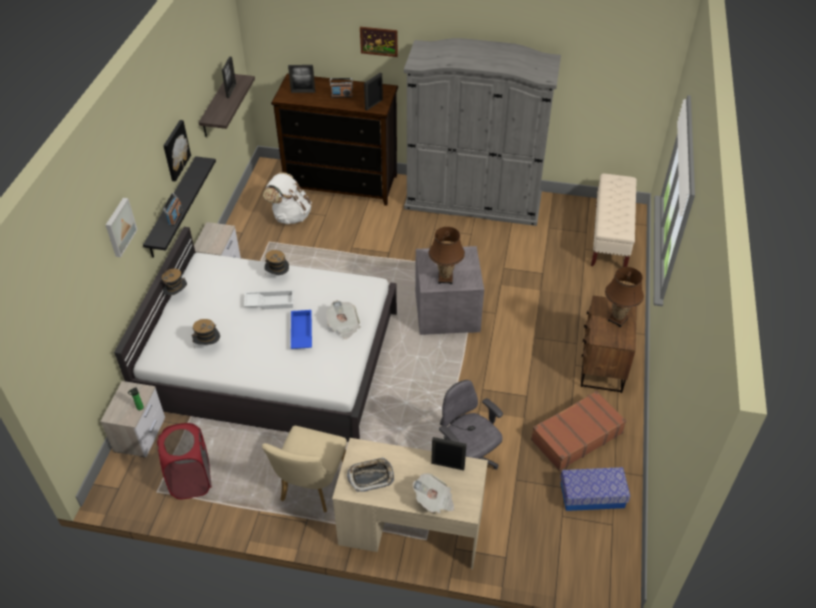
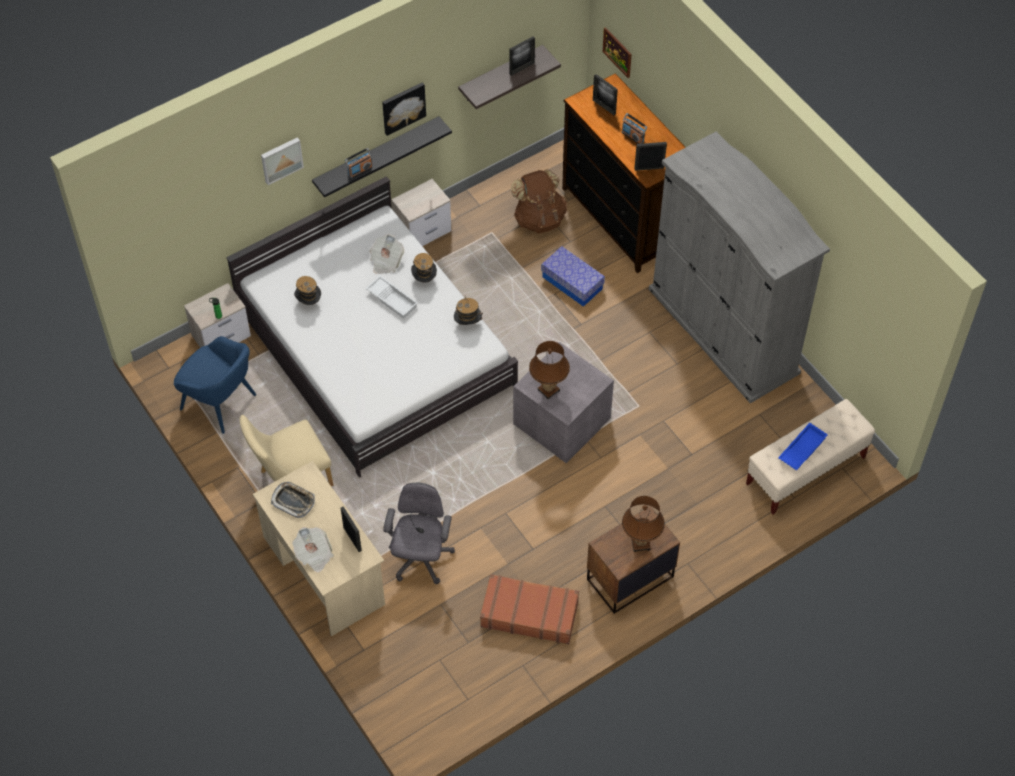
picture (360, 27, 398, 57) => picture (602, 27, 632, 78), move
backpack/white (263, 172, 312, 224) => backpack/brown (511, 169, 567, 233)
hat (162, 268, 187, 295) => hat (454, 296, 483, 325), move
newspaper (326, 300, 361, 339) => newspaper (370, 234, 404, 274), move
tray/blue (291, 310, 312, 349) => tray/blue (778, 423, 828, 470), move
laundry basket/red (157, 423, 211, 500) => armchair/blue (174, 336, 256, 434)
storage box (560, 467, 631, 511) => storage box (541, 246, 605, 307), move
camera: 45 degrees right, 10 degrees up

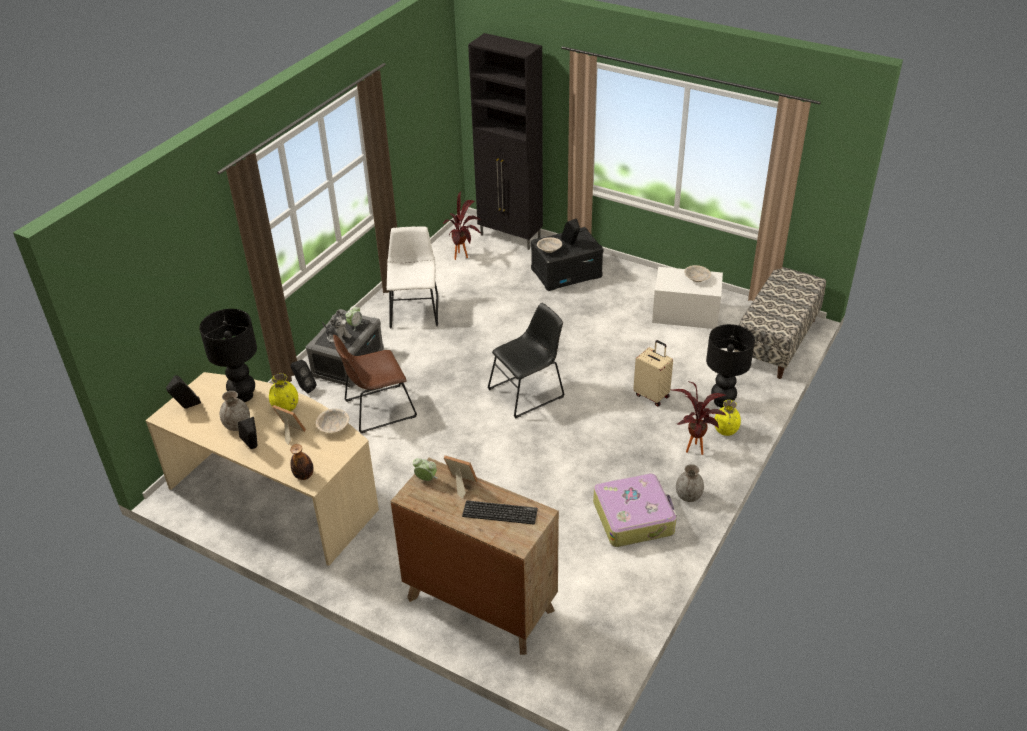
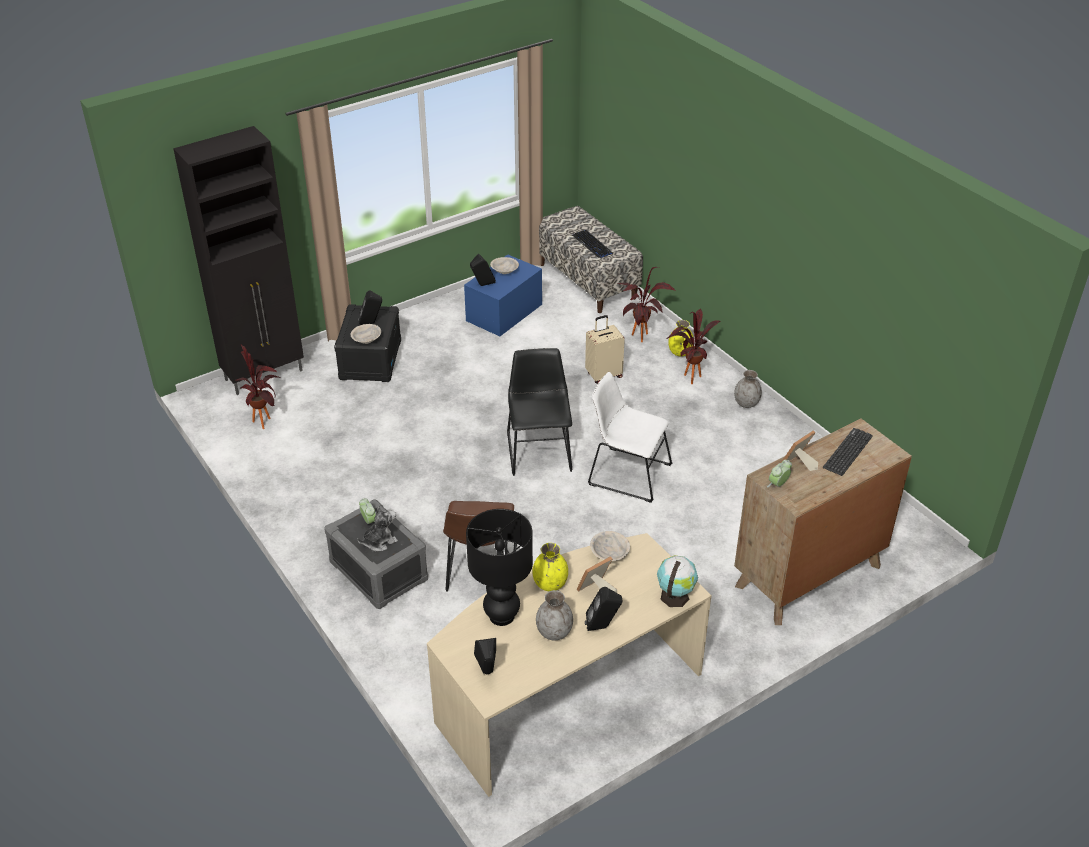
chair/white (387, 226, 438, 329) => chair/white (588, 372, 672, 503), move
storage box/white (652, 267, 723, 329) => storage box/blue (464, 255, 542, 336)
table lamp/black (706, 324, 755, 408) => potted plant (618, 267, 676, 342)
speaker/black (290, 360, 317, 394) => speaker/black (470, 254, 496, 286), move
bottle (290, 444, 314, 480) => globe (657, 556, 698, 607)
suitcase (593, 473, 677, 547) => nothing
nothing => keyboard (572, 230, 613, 258)
camera: 65 degrees left, 0 degrees up

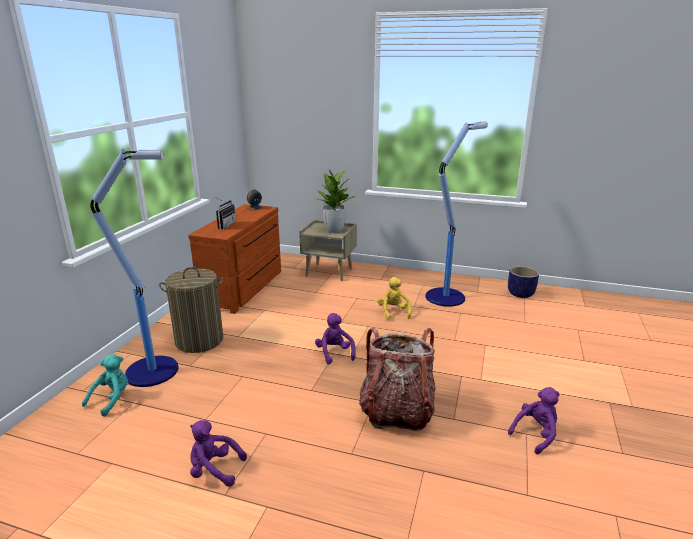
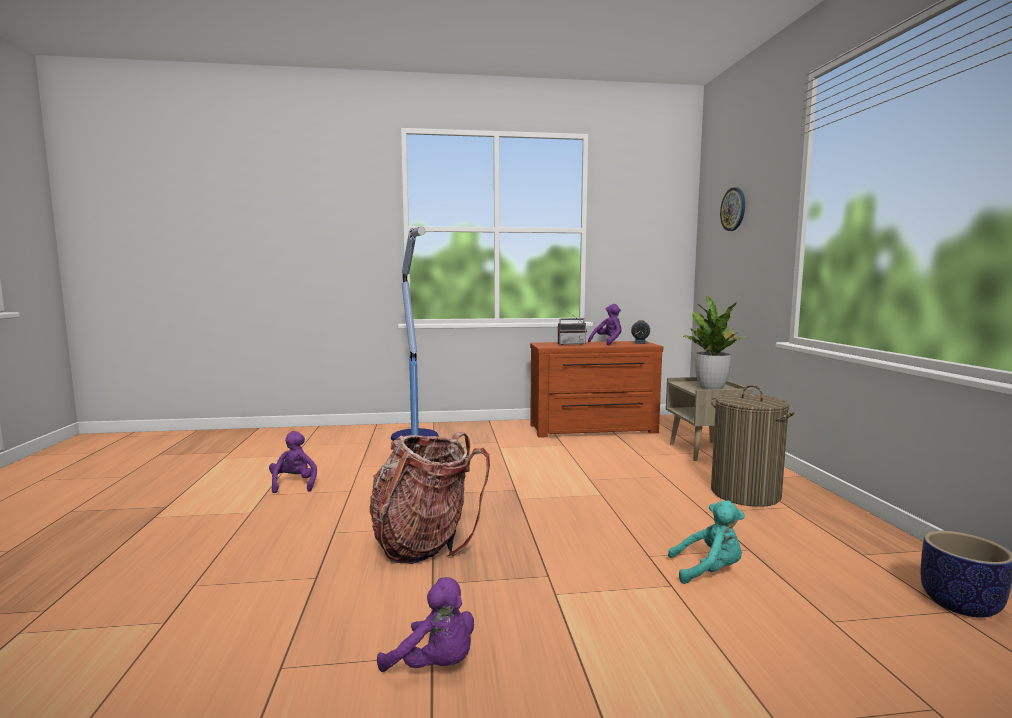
floor lamp (426, 121, 488, 307) => nothing
laundry basket (159, 267, 223, 353) => laundry basket (711, 385, 794, 507), move
plush toy/yellow (377, 277, 412, 320) => nothing
plush toy/purple (315, 313, 356, 364) => plush toy/purple (588, 304, 622, 346), move
plush toy/turquoise (82, 354, 128, 417) => plush toy/turquoise (668, 500, 745, 584), move
nothing => wall clock (720, 187, 745, 231)
camera: 65 degrees right, 15 degrees down

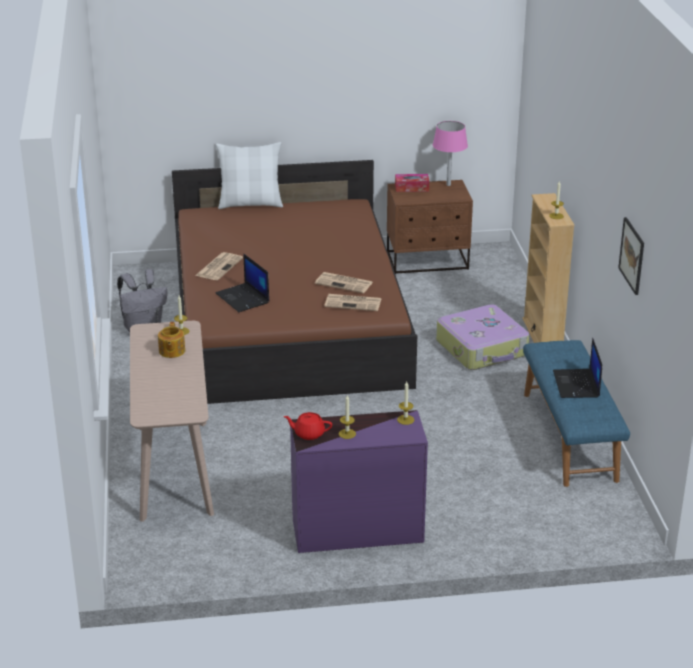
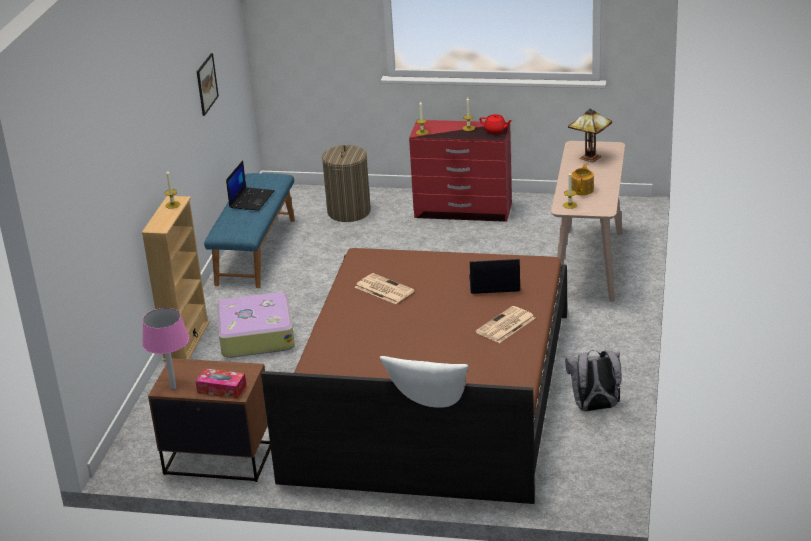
laptop (216, 253, 269, 312) => laptop (469, 259, 520, 294), 75 degrees counterclockwise
newspaper (324, 294, 381, 311) => nothing
dresser/purple (290, 410, 428, 553) => dresser/red (409, 120, 512, 222)
nothing => table lamp (568, 108, 612, 163)
nothing => laundry basket (322, 145, 371, 222)
camera: 160 degrees left, 0 degrees up

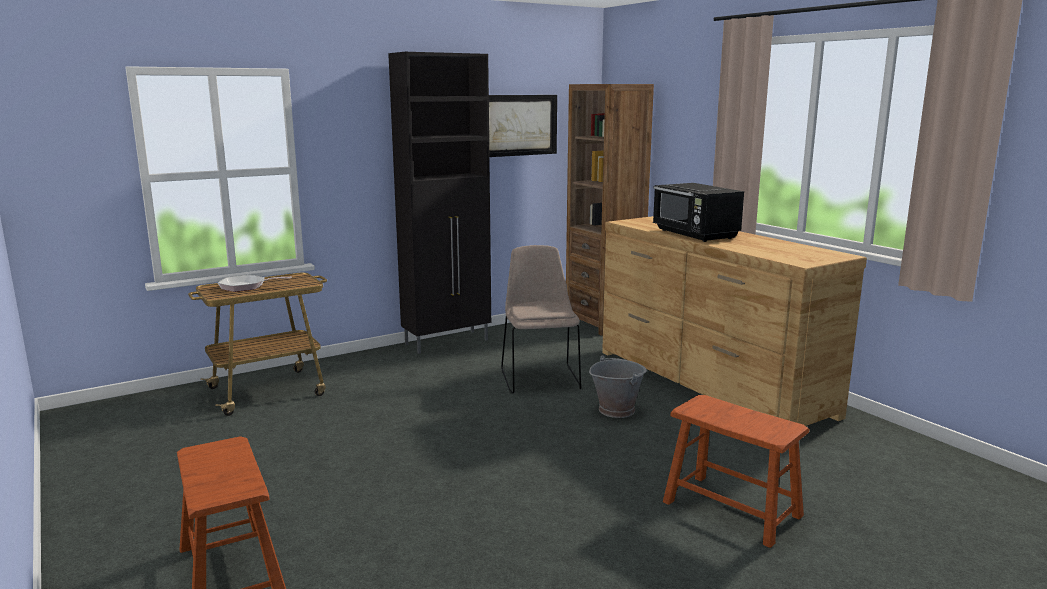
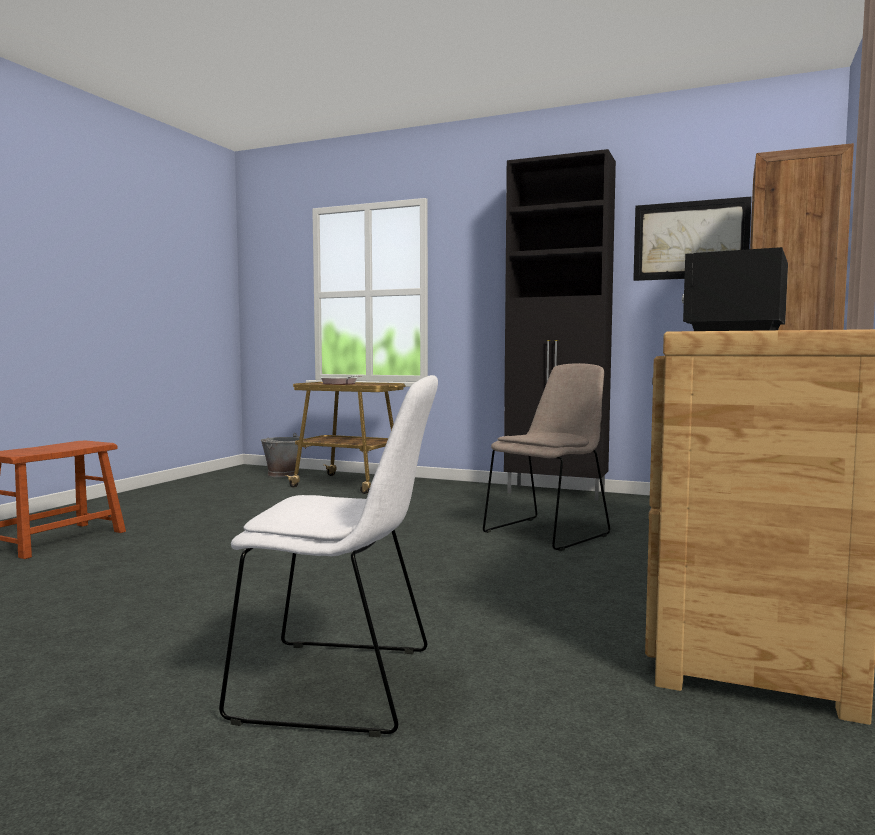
bucket/grey (589, 355, 647, 418) => bucket/grey (261, 433, 304, 477), move
stool/brown (663, 395, 810, 548) => chair/white (219, 375, 438, 737)
camera: 55 degrees right, 10 degrees down

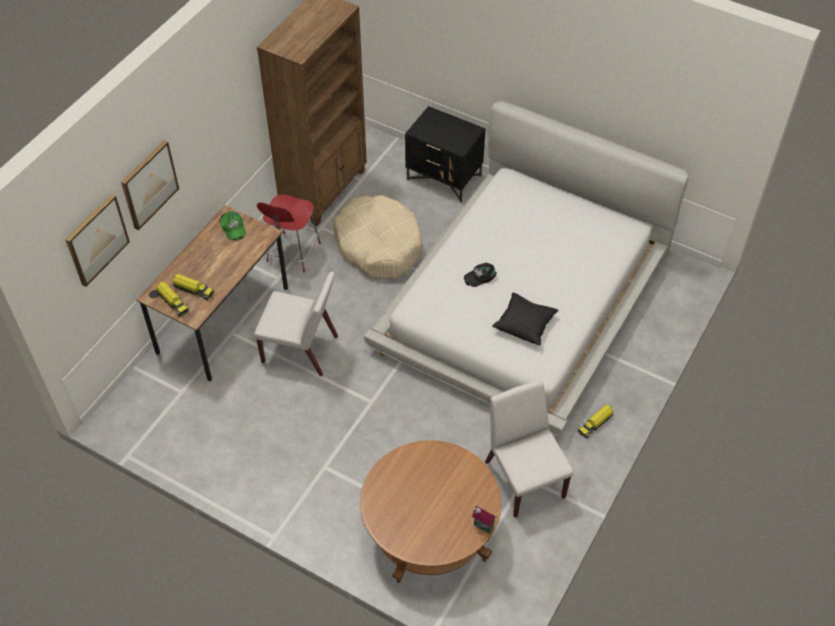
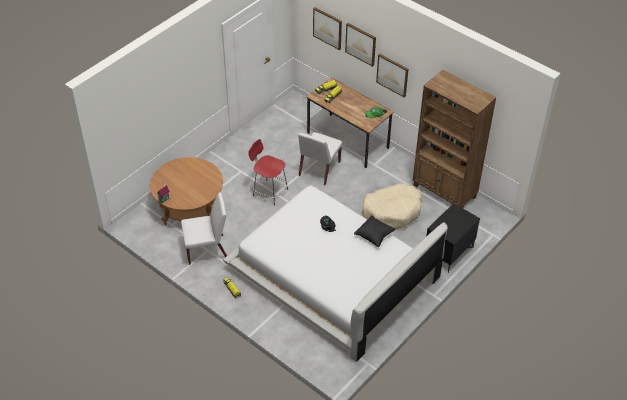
chair/red (257, 194, 321, 273) => chair/red (248, 139, 288, 206), move
pillow/black (492, 292, 559, 345) => pillow/black (354, 215, 396, 247), move
nothing => picture (376, 54, 409, 97)
camera: 100 degrees right, 5 degrees down

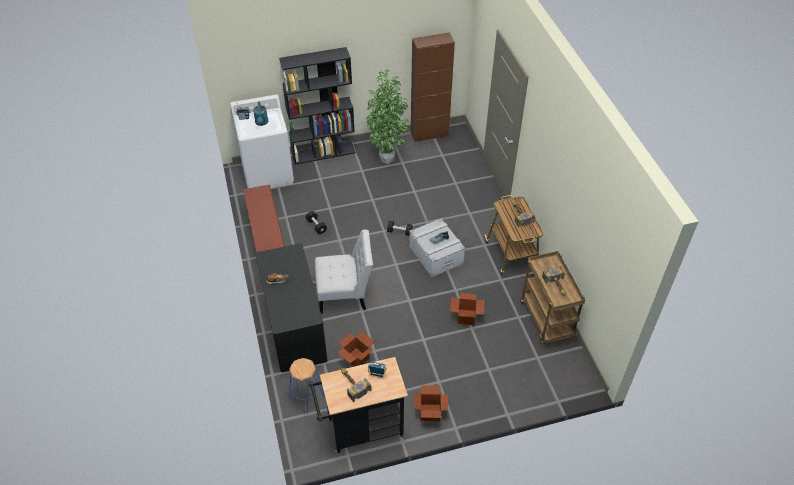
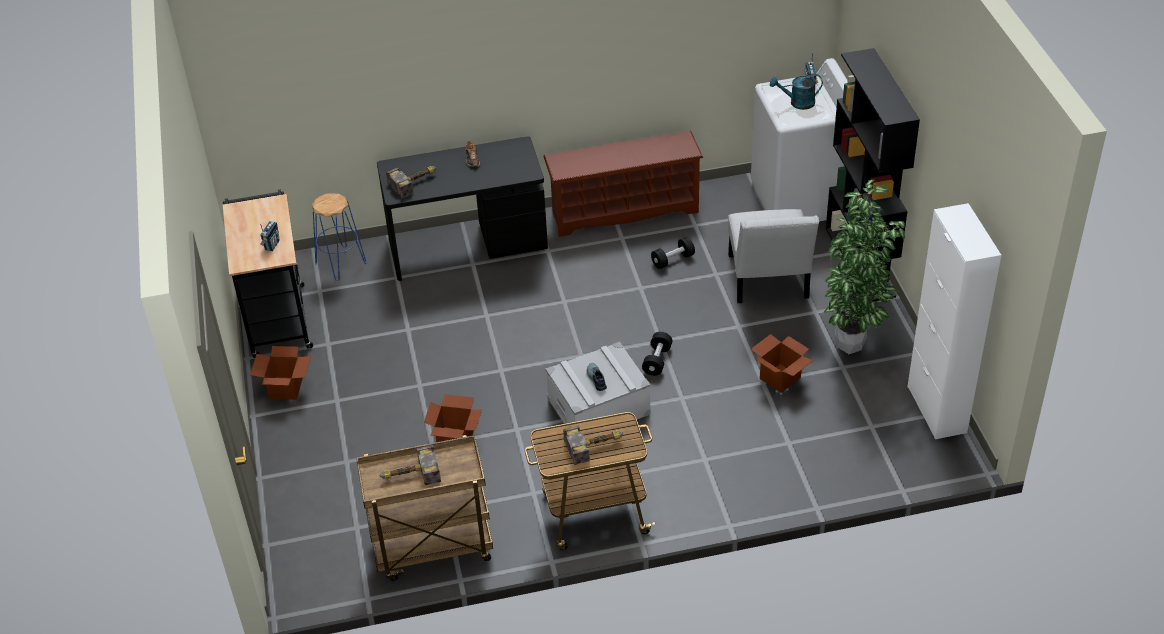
cabinet/brown (411, 32, 455, 142) => cabinet/white (907, 203, 1001, 439)
chair/white (315, 230, 373, 314) => chair/white (728, 209, 819, 303), move
cardboard box (337, 331, 375, 366) => cardboard box (751, 334, 813, 393), move
hammer (341, 368, 372, 402) => hammer (386, 166, 436, 198), move
camera: 95 degrees right, 5 degrees down

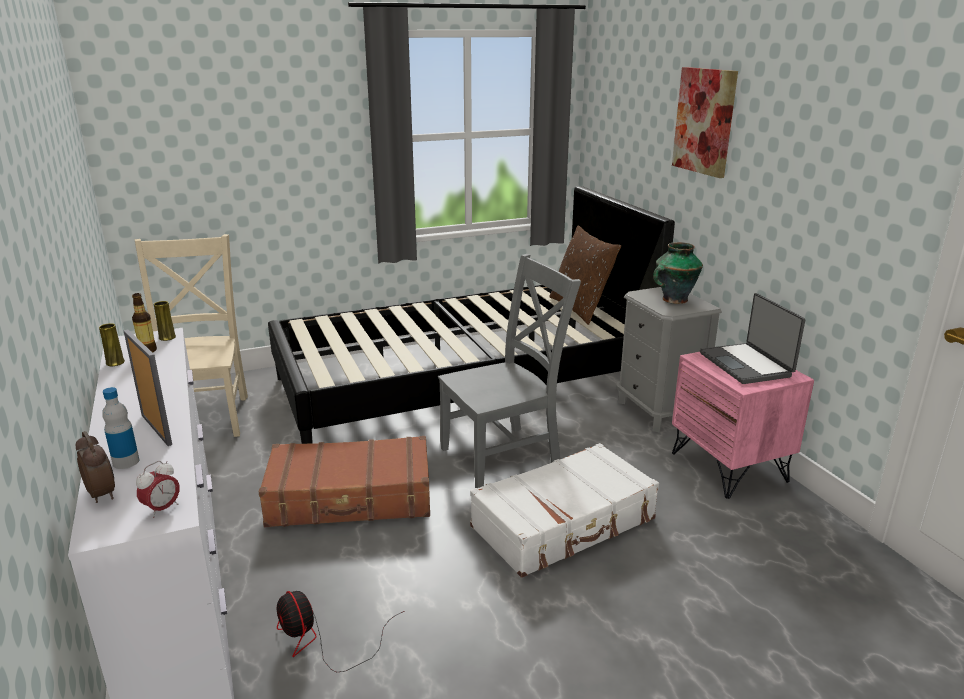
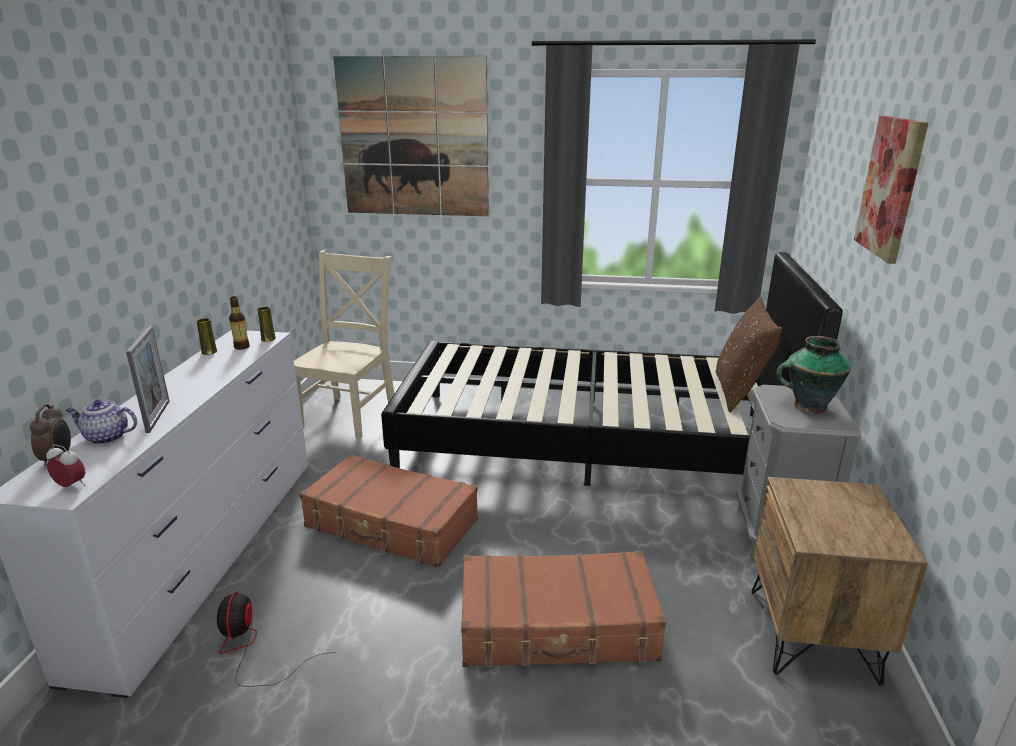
chair/grey (438, 254, 581, 488) => nothing
laptop (700, 293, 805, 384) => nothing
nightstand/pink (672, 352, 814, 499) => nightstand/brown (752, 477, 928, 686)
bottle (102, 387, 140, 469) => teapot (66, 399, 137, 444)
suitcase/white (470, 443, 659, 578) => suitcase/brown (461, 551, 666, 667)
alarm clock (136, 461, 180, 518) => alarm clock (46, 445, 85, 487), 135 degrees counterclockwise
nothing => picture (333, 56, 489, 216)
camera: 30 degrees right, 0 degrees up

